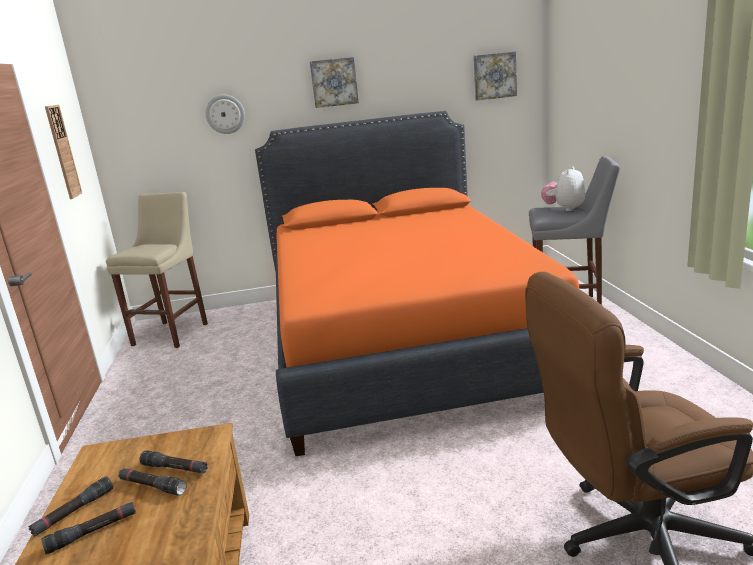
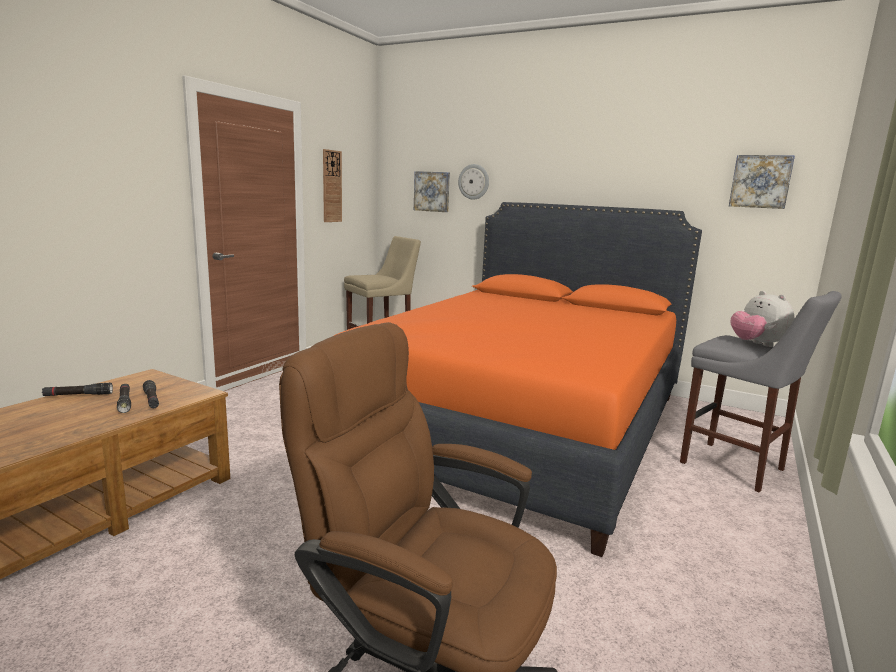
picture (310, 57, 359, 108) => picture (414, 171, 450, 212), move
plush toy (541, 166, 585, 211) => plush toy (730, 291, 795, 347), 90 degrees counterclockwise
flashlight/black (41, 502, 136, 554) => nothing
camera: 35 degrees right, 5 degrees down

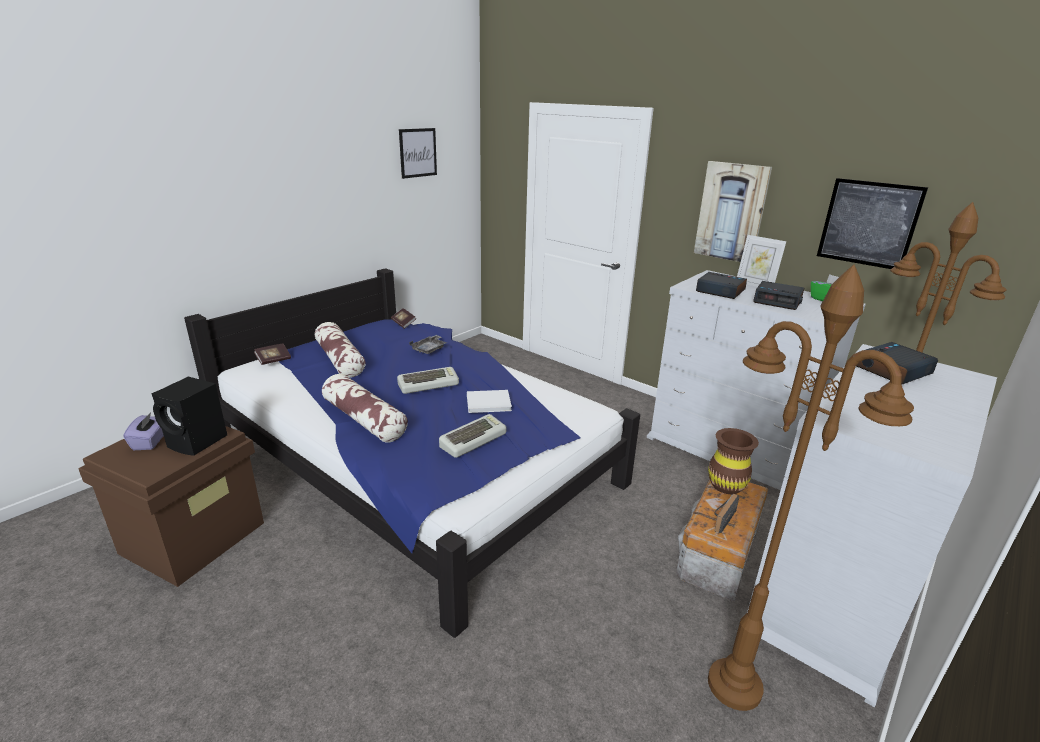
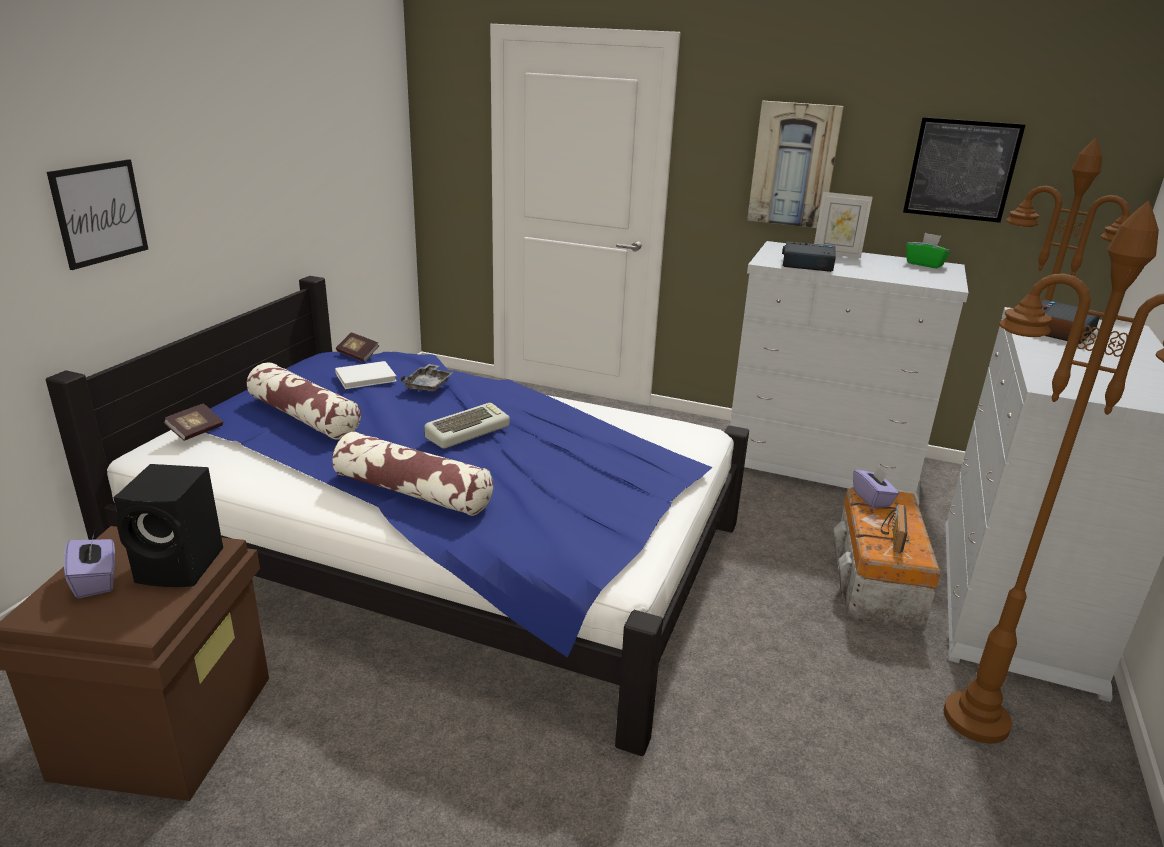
picture (399, 128, 437, 179) => picture (47, 159, 148, 270), move
alarm clock (753, 281, 804, 310) => nothing
book/white (467, 390, 512, 413) => book/white (335, 361, 397, 389), move
keyboard (439, 414, 506, 458) => nothing
vase/brown (708, 428, 759, 494) => tissue box/purple (853, 465, 899, 508)
camera: 20 degrees left, 0 degrees up

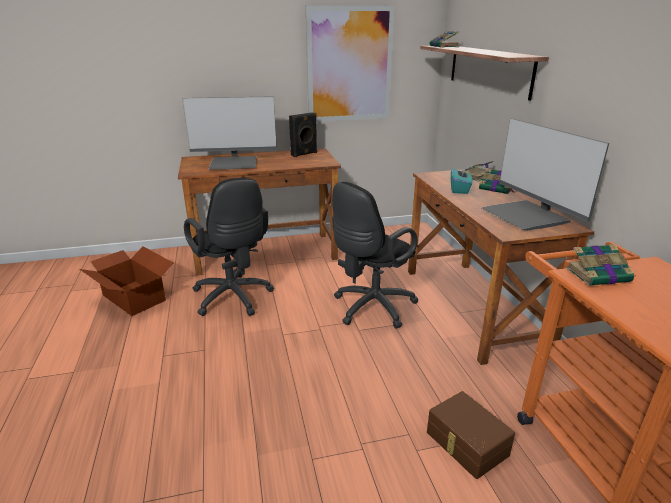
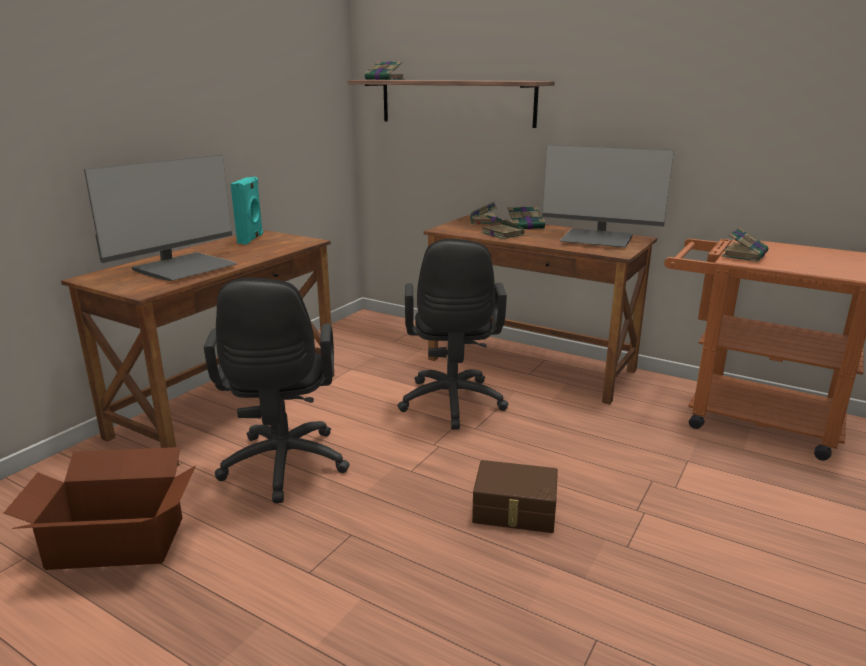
picture (306, 5, 395, 122) => nothing
speaker/black (289, 112, 317, 157) => speaker/turquoise (231, 177, 263, 245)
tissue box/turquoise (451, 166, 473, 194) => book (481, 214, 524, 239)
office chair/black (184, 178, 274, 316) => office chair/black (204, 277, 350, 503), 75 degrees clockwise
storage box/brown (427, 391, 515, 479) => storage box/brown (472, 460, 558, 533), move
camera: 45 degrees left, 5 degrees down

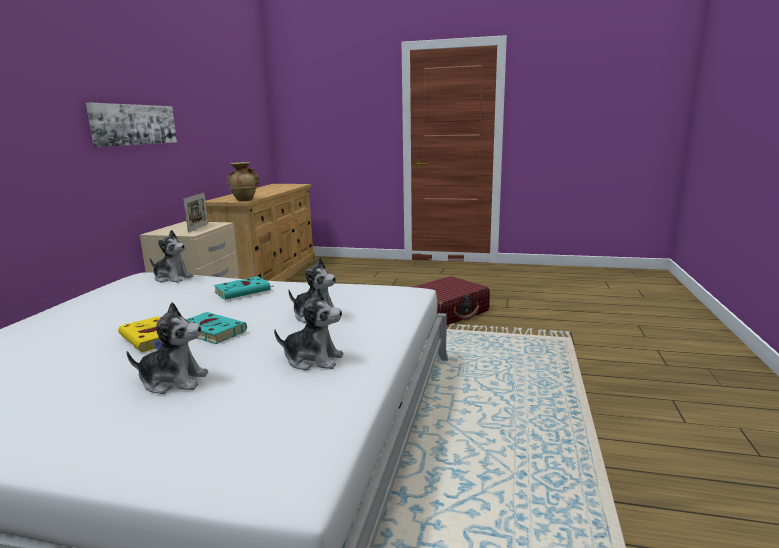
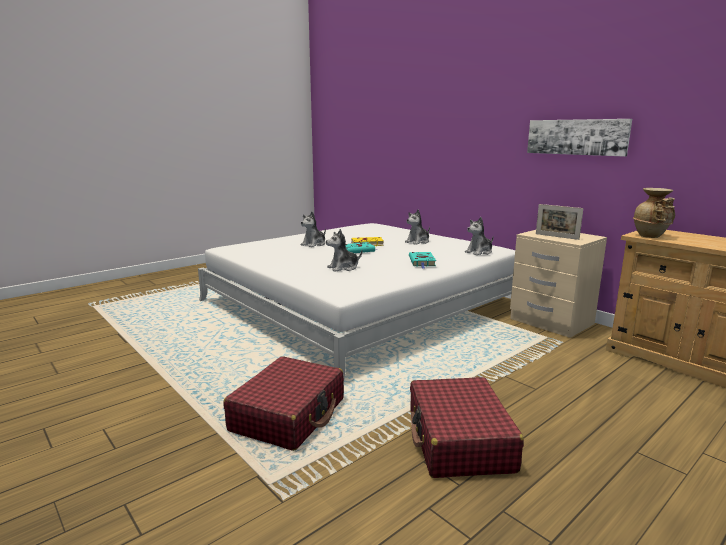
plush toy (274, 287, 343, 370) => plush toy (405, 210, 430, 245), move
nothing => suitcase/red (224, 356, 344, 451)
camera: 125 degrees right, 0 degrees up

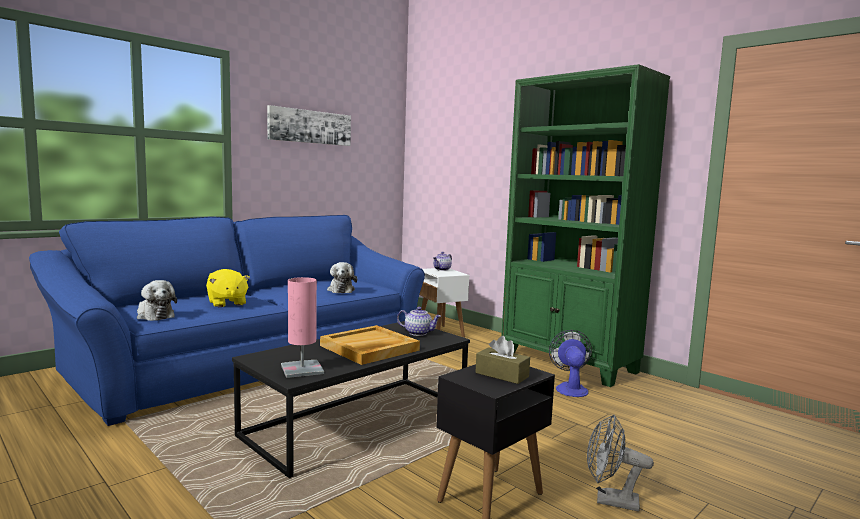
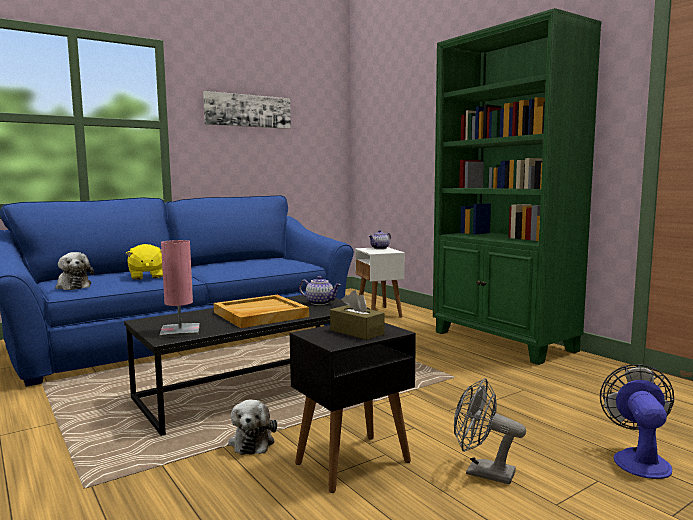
plush toy (327, 262, 357, 293) => plush toy (229, 400, 277, 455), move
fan (549, 330, 592, 397) => fan (600, 364, 674, 479), move
camera: 10 degrees right, 0 degrees up

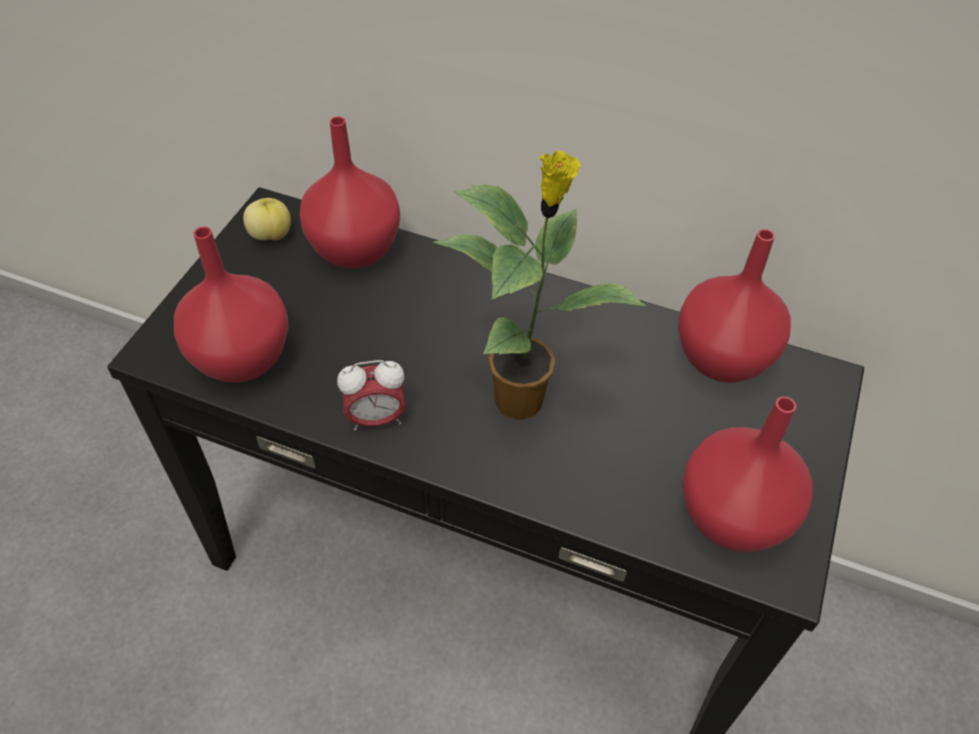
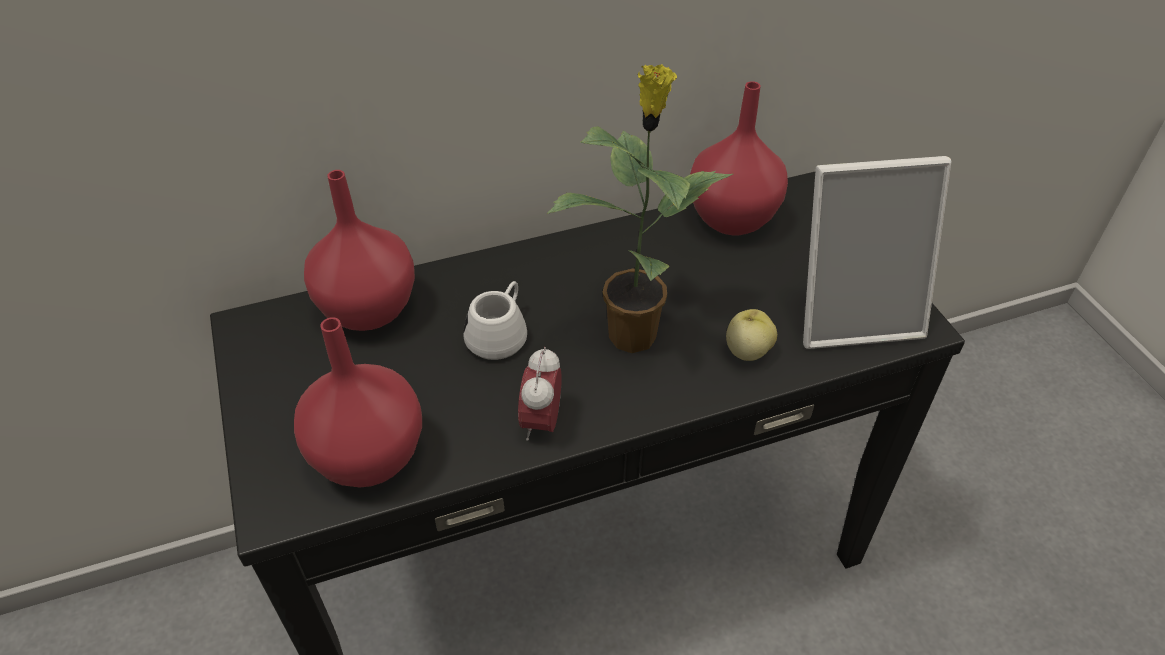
apple (243, 198, 291, 240) => apple (726, 309, 777, 361), move
alarm clock (337, 360, 406, 431) => alarm clock (518, 347, 562, 441), 150 degrees clockwise
vase/red (682, 396, 812, 552) => picture frame (803, 156, 951, 349)
nothing => mug/white (463, 281, 527, 360)
camera: 40 degrees left, 5 degrees down

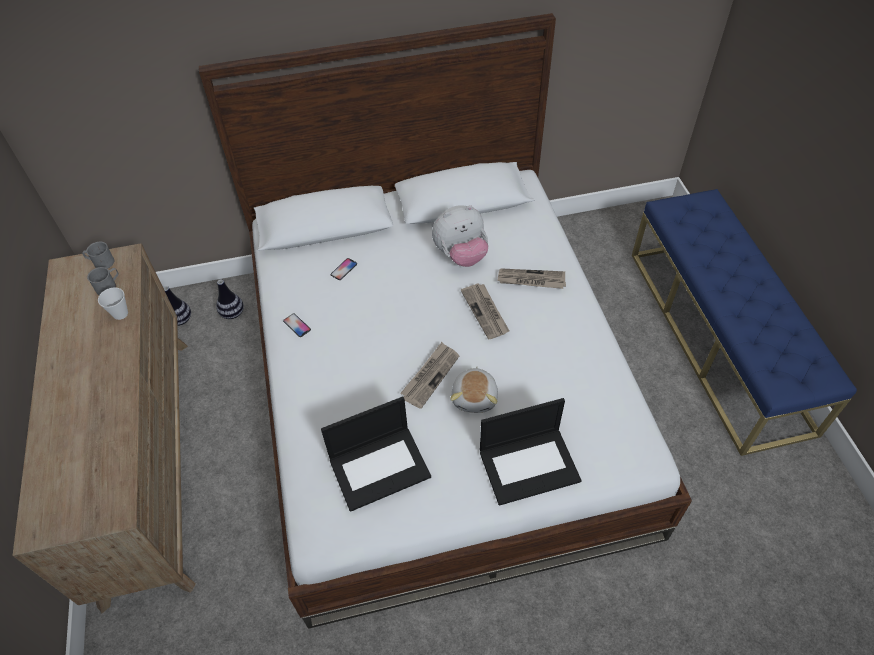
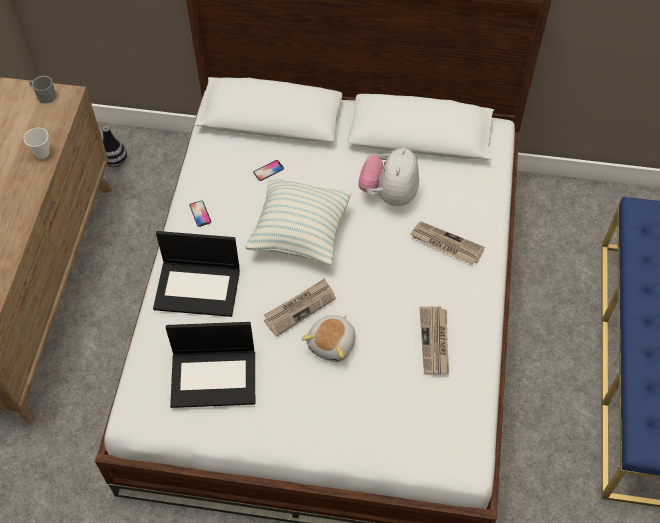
plush toy (432, 205, 488, 267) => plush toy (358, 148, 419, 206), 105 degrees clockwise
mug/grey (87, 267, 119, 295) => nothing
vase (216, 279, 244, 319) => nothing
newspaper (461, 283, 509, 340) => newspaper (420, 306, 449, 374), move
laptop (480, 398, 582, 506) => laptop (153, 231, 240, 317), move
nothing => pillow (246, 177, 352, 265)
camera: 20 degrees right, 5 degrees up

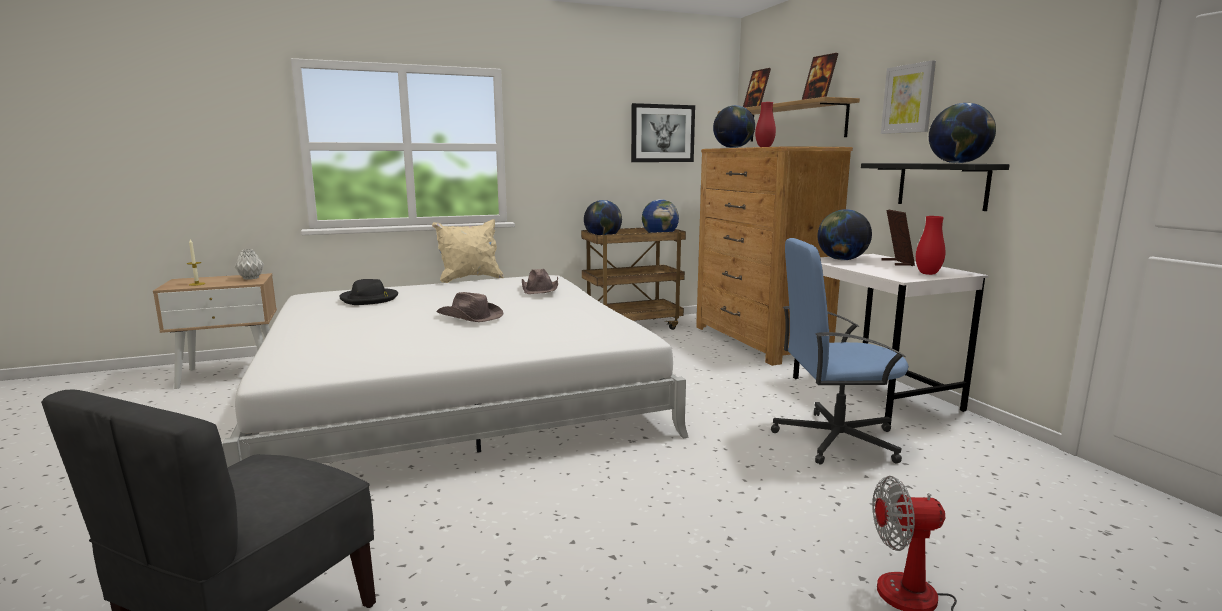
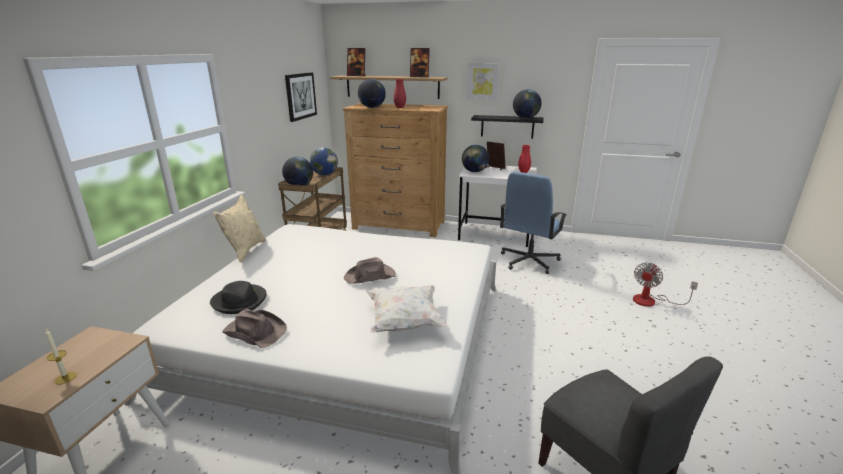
vase/grey (235, 249, 264, 280) => nothing
hat/brown (522, 269, 558, 294) => hat/brown (222, 309, 287, 348), move
nothing => pillow/white (366, 285, 447, 333)
camera: 55 degrees left, 10 degrees up

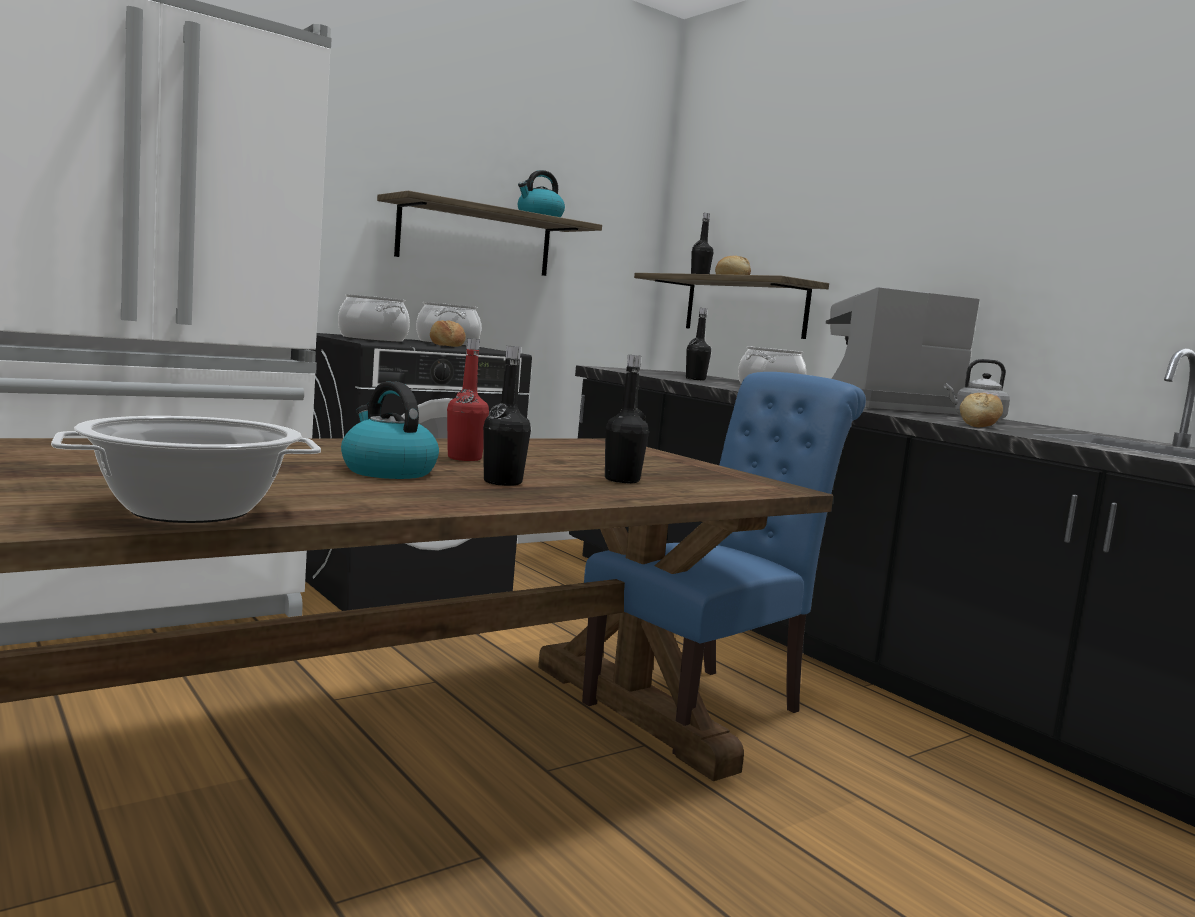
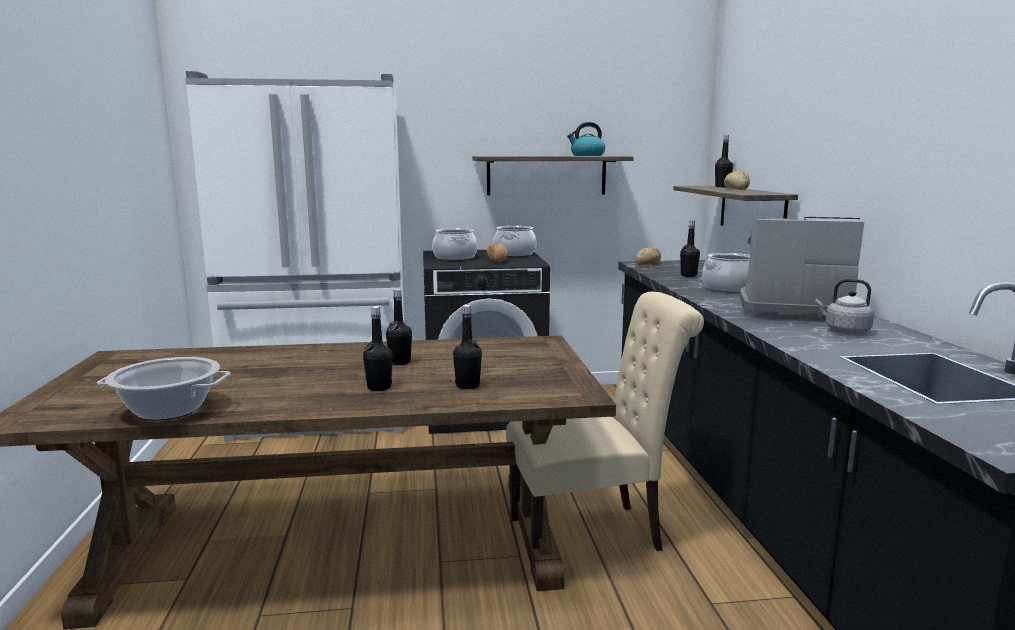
bottle/red (447, 338, 489, 461) => bottle/black (386, 289, 412, 365)
chair/blue (582, 372, 866, 755) => chair/beige (506, 292, 704, 551)
kettle (341, 381, 439, 479) => nothing
bread (960, 393, 1003, 427) => bread (636, 247, 661, 265), move
camera: 30 degrees right, 5 degrees up

